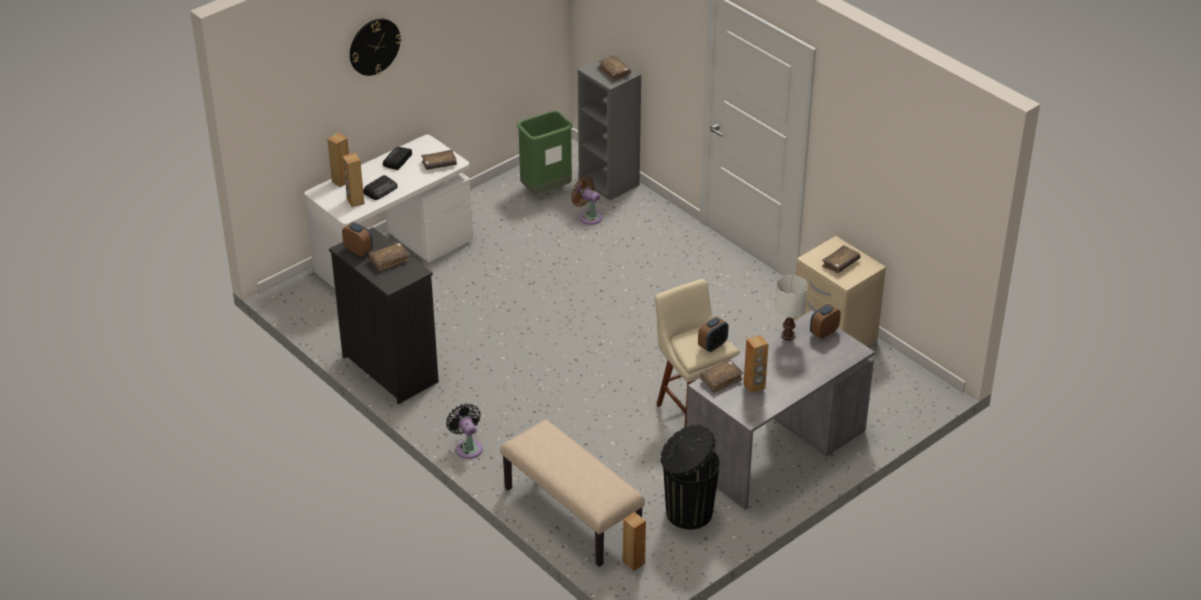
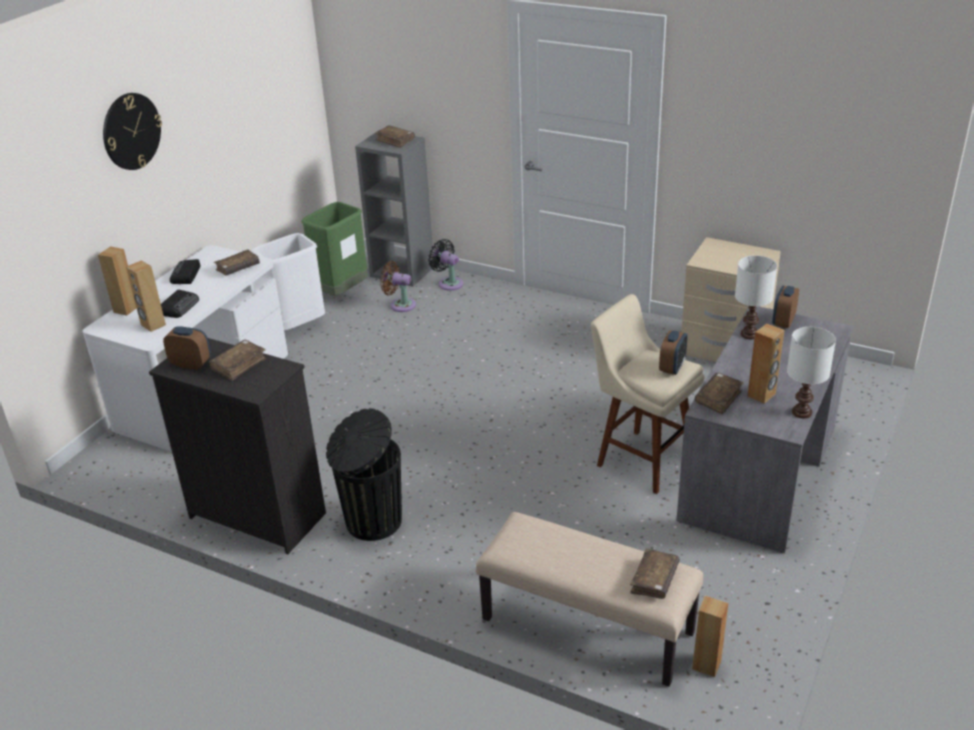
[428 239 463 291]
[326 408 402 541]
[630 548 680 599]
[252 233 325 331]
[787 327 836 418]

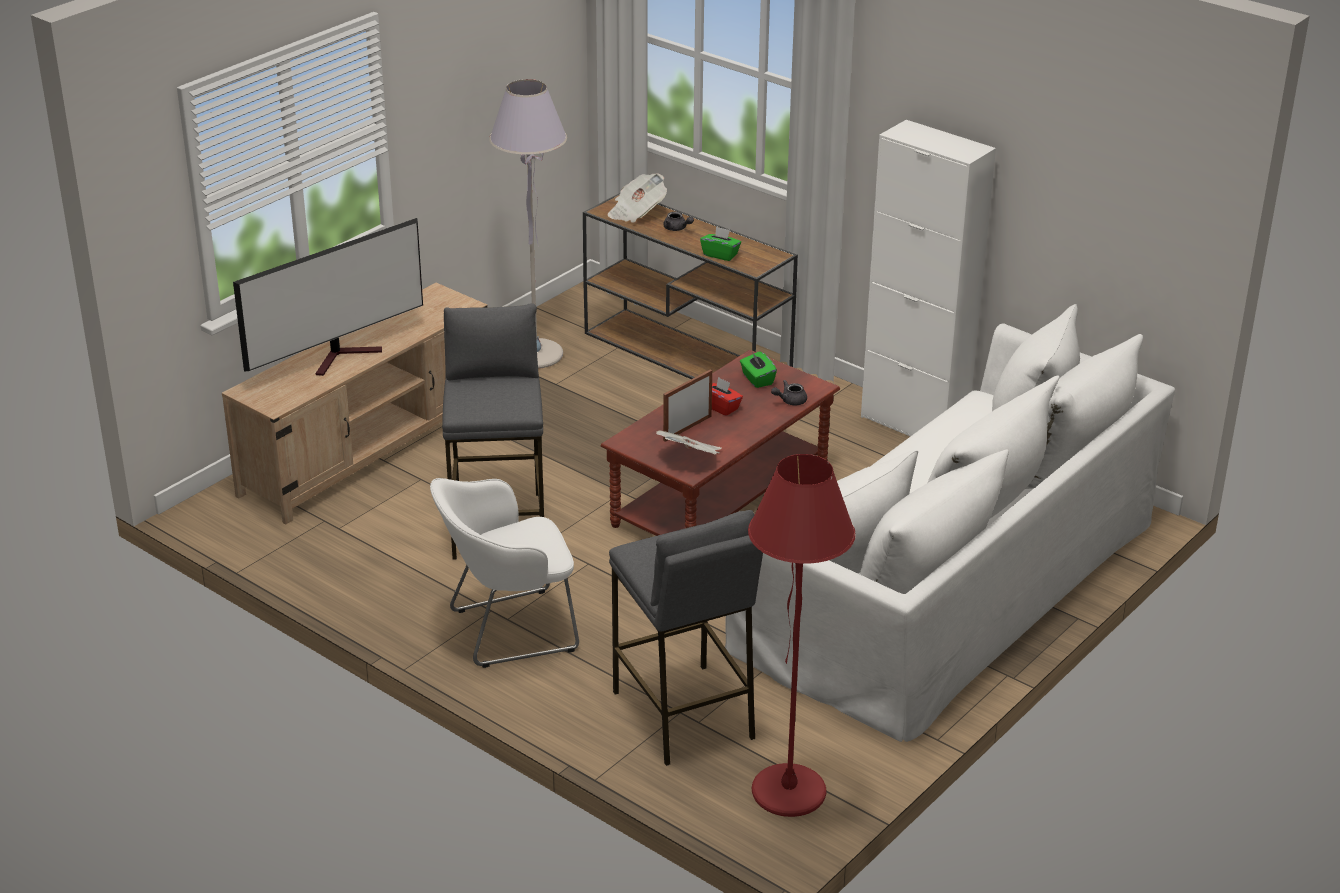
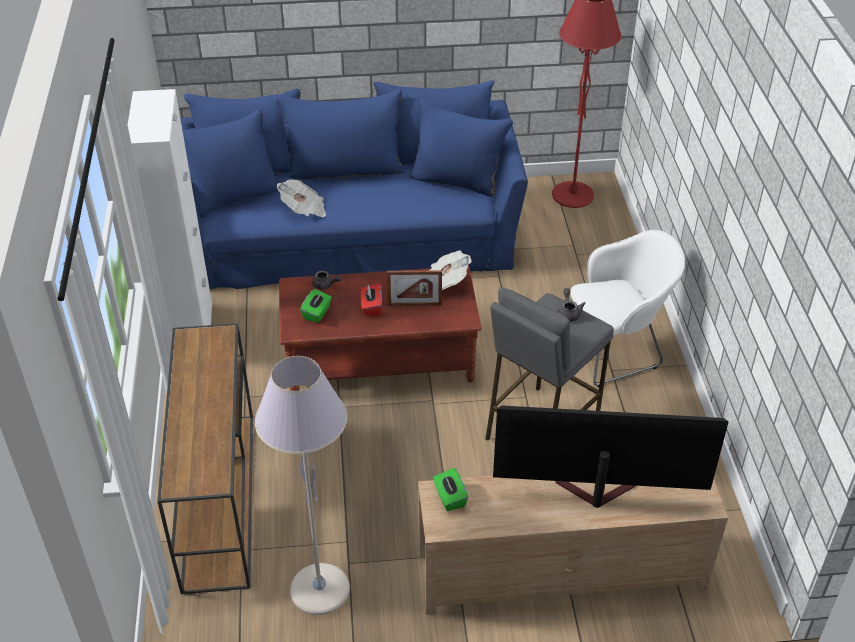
[570 230 685 387]
[277 180 326 217]
[609 510 763 766] (first image)
[558 288 586 322]
[433 468 468 511]
[180 80 528 290]

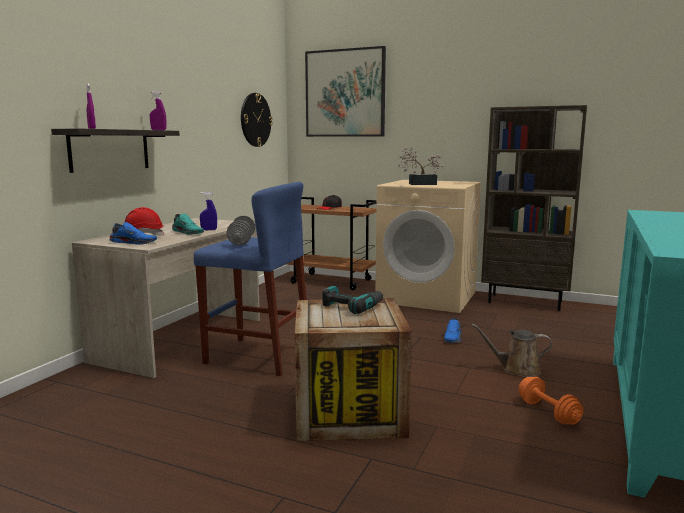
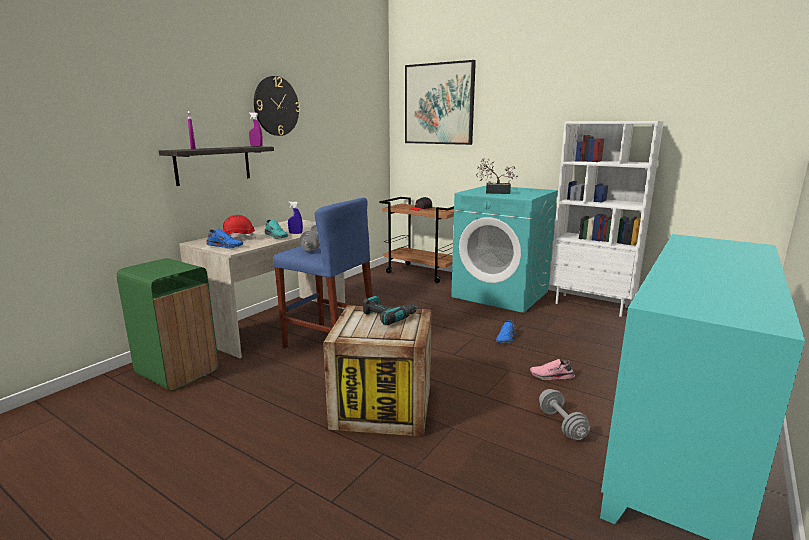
[254 76 300 136]
[451 186 558 313]
[530 359 575 380]
[549 121 664 317]
[539 389 590 440]
[117 258 218 391]

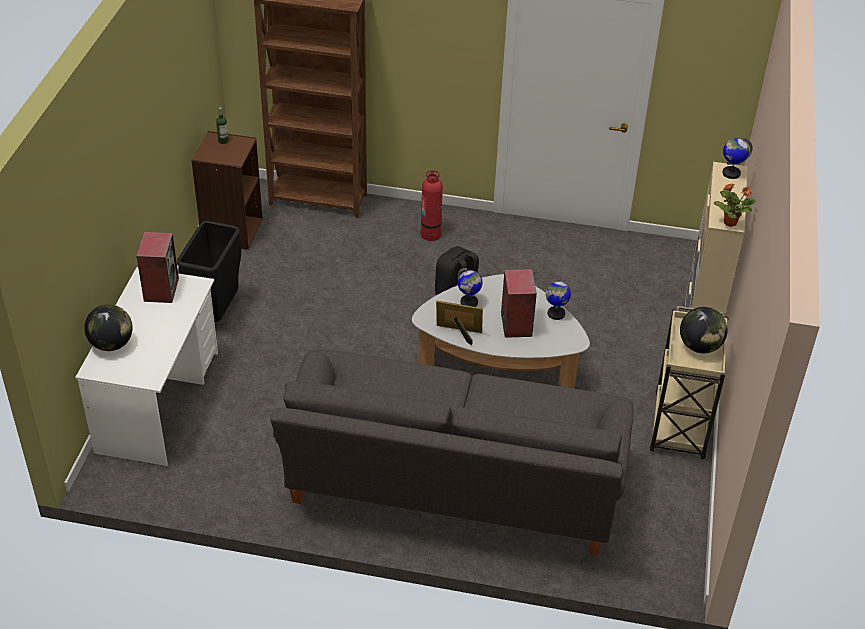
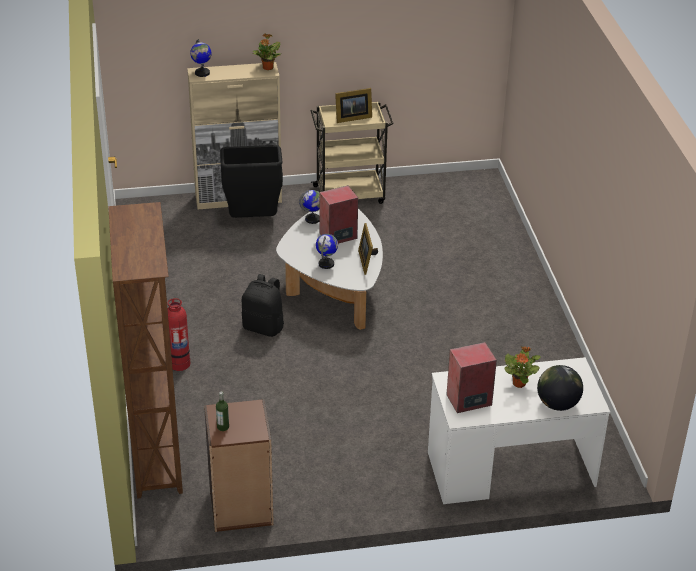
[220 145 283 218]
[270 350 634 556] (first image)
[335 88 372 123]
[504 346 541 388]

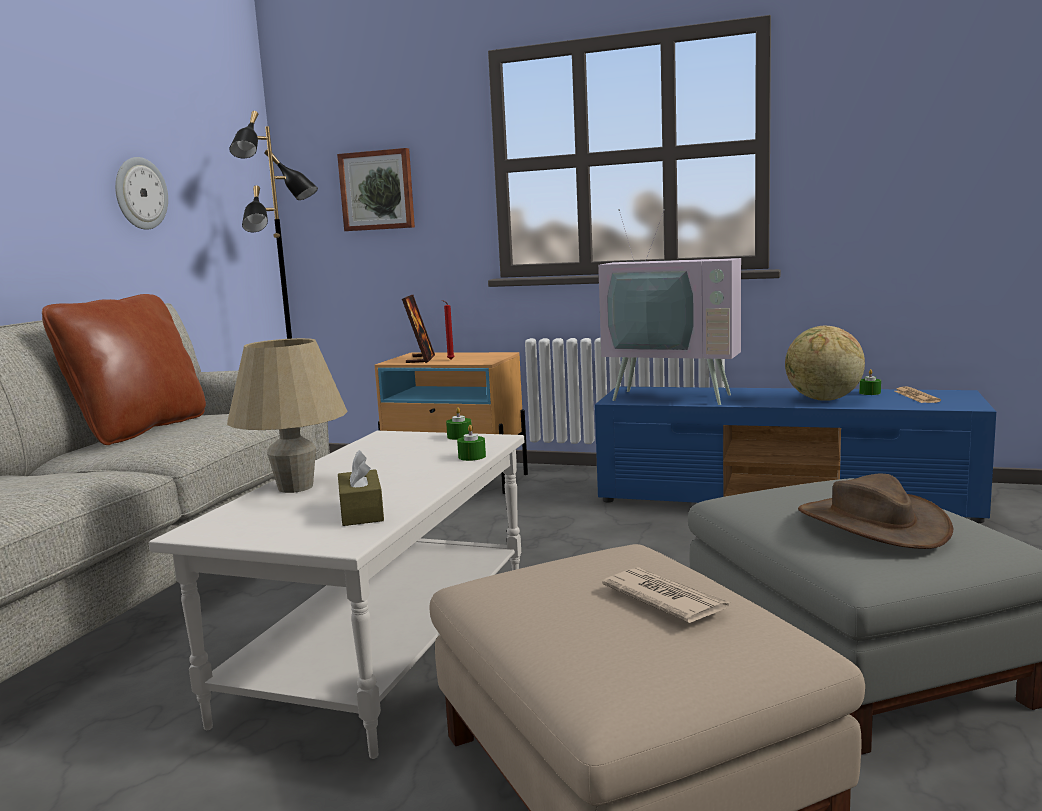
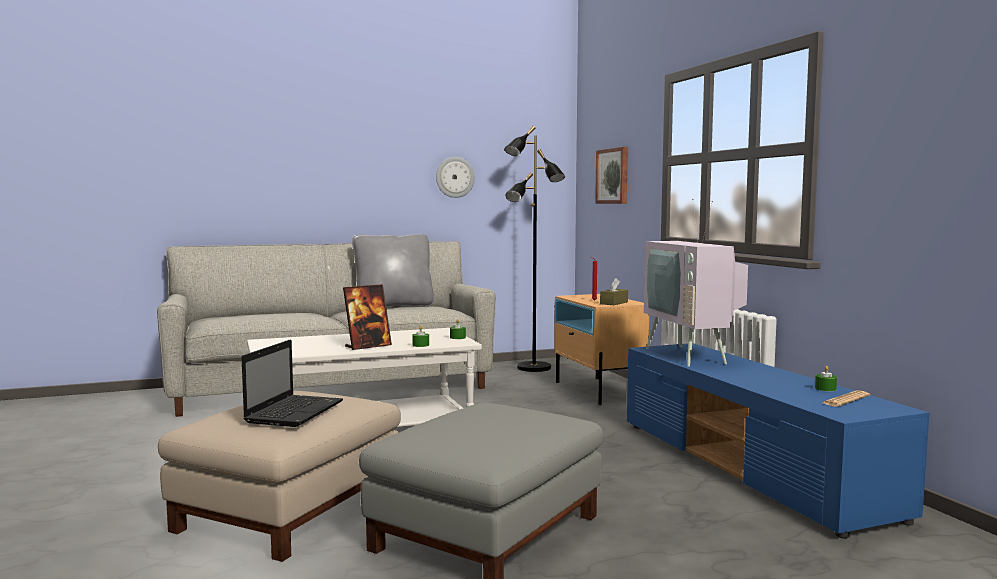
[352 234 434 308]
[227 338 348 493] (first image)
[600 278 628 305]
[343 284 392 350]
[242 340 343 427]
[785 326 865 401] (first image)
[798 474 953 549] (first image)

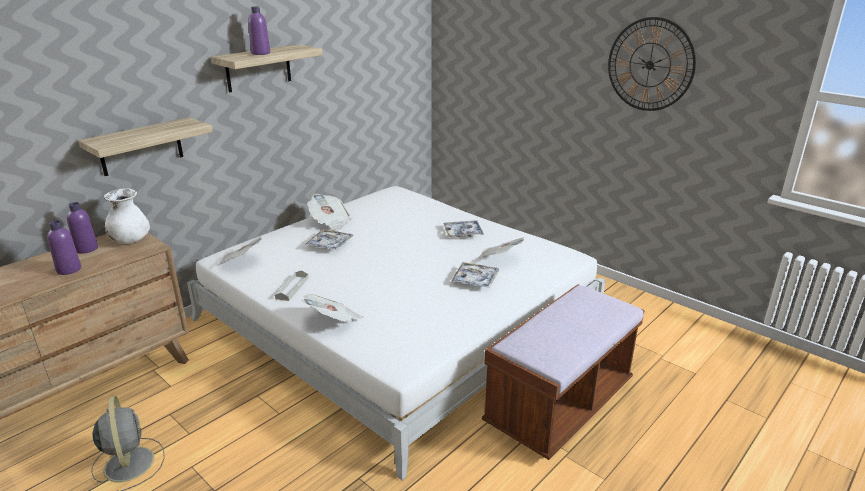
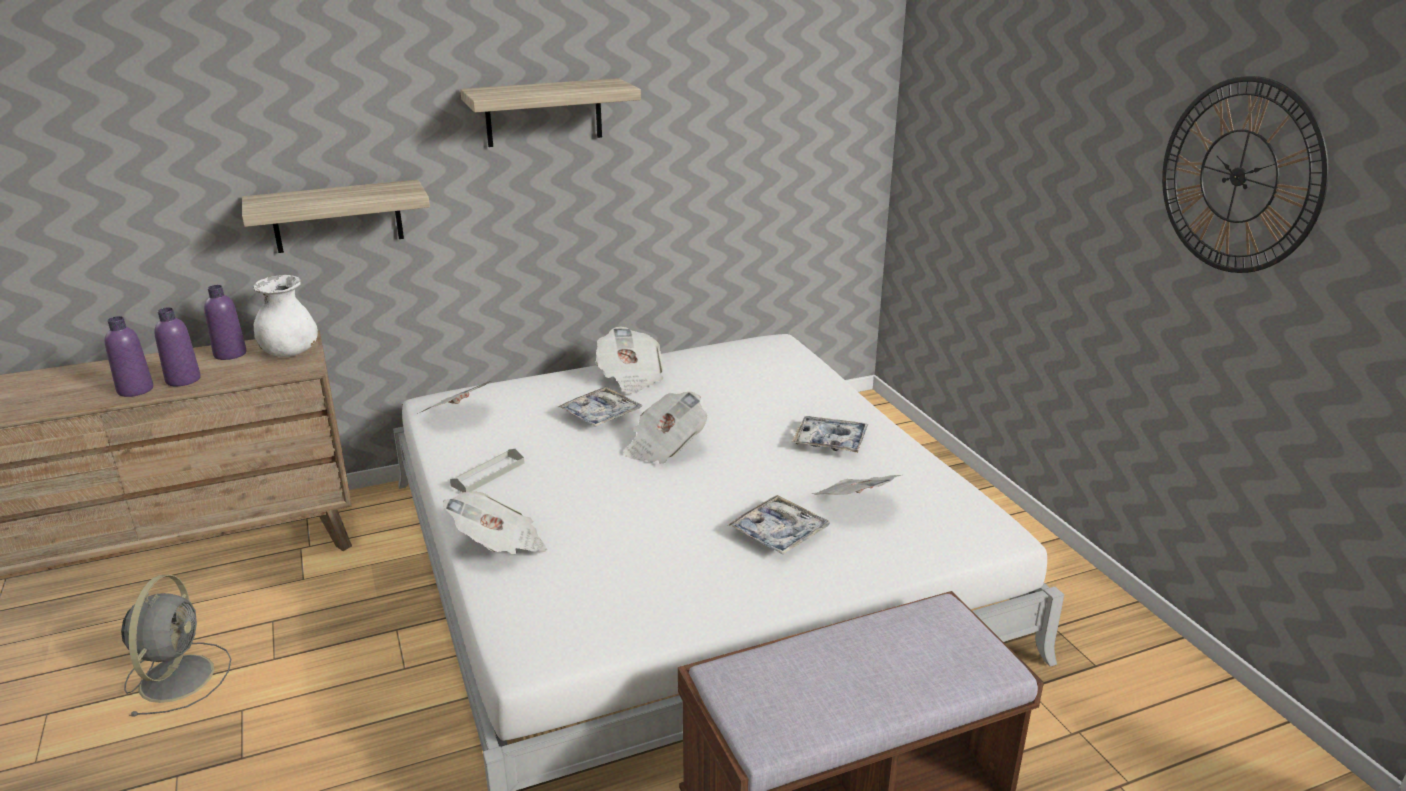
[104 316 153 397]
[624 392 707 464]

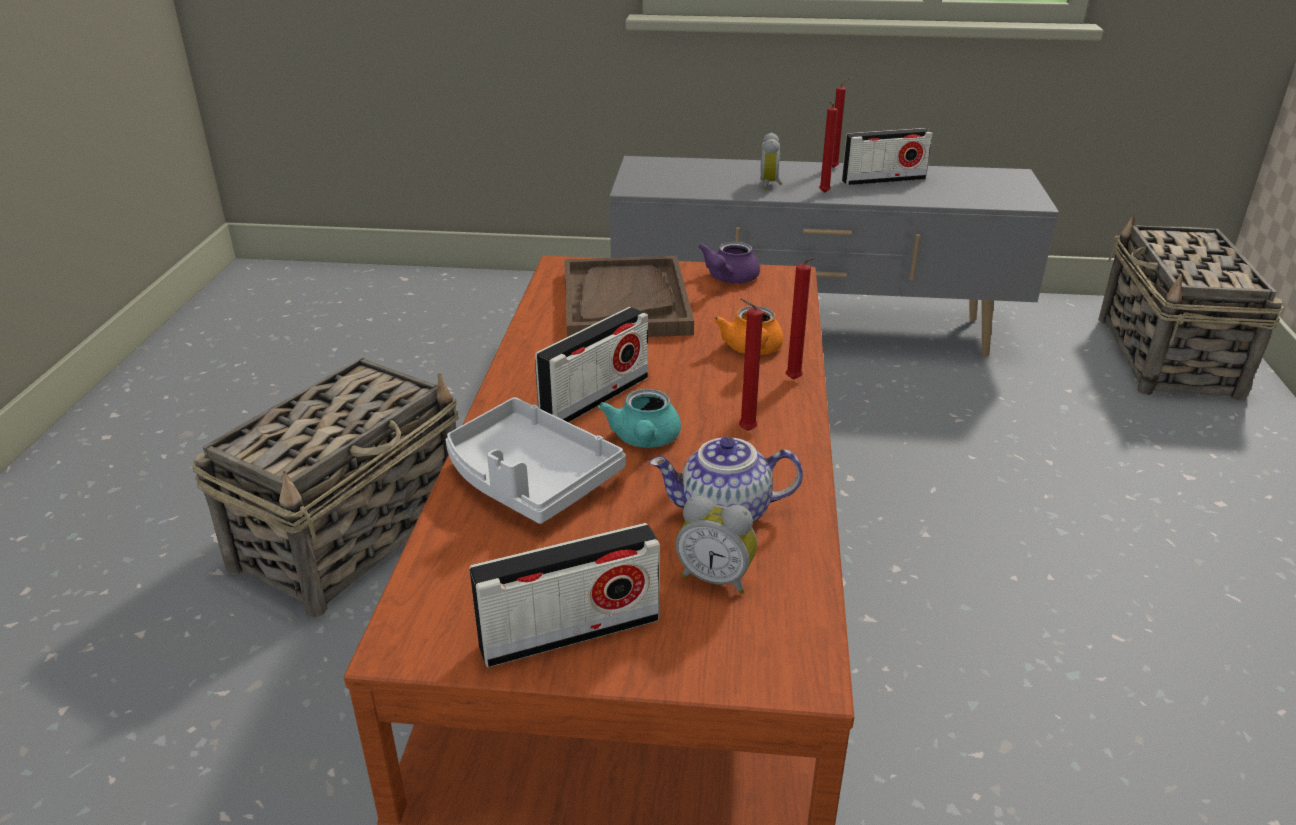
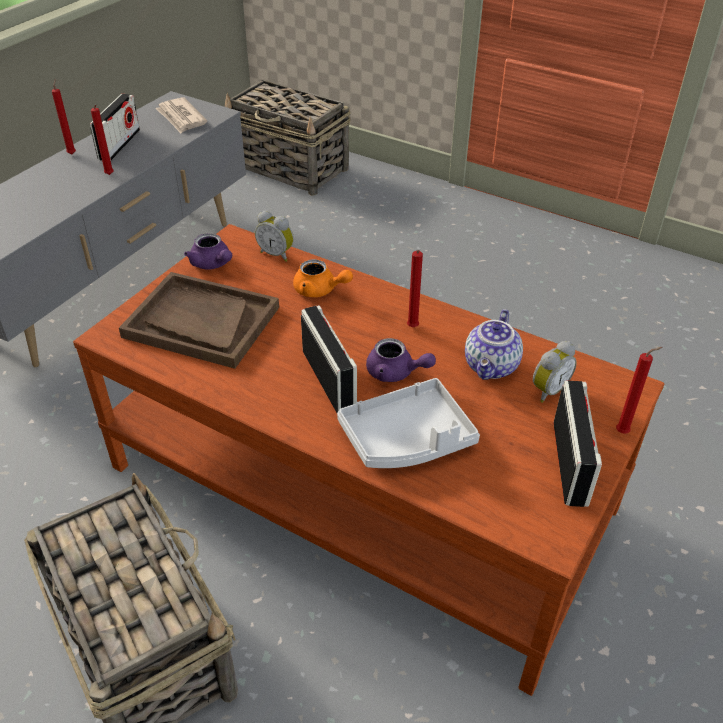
[366 338 436 382]
[255 211 294 262]
[616 347 662 434]
[155 97 207 133]

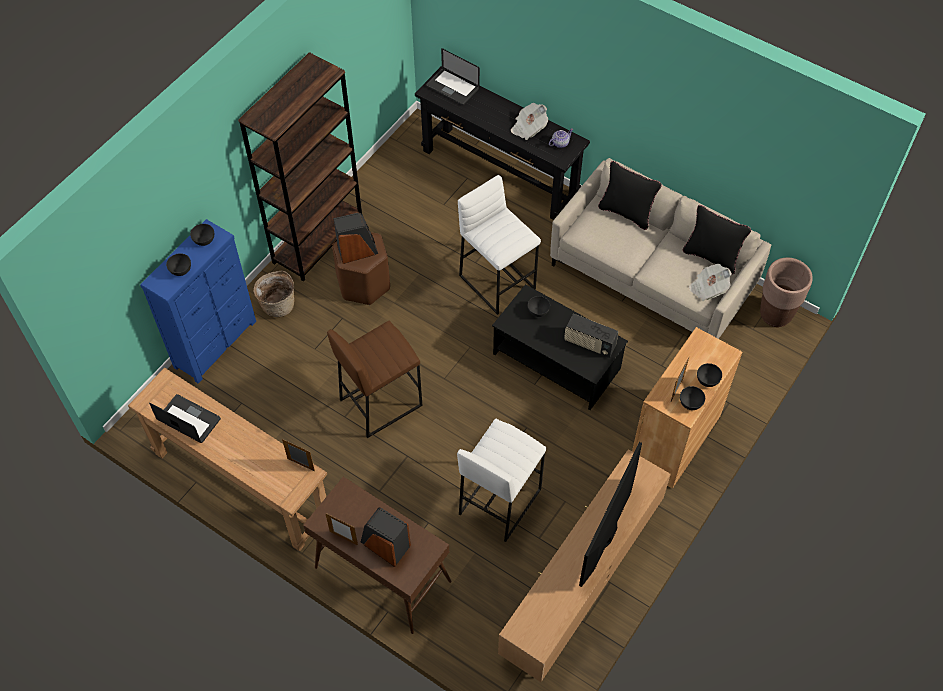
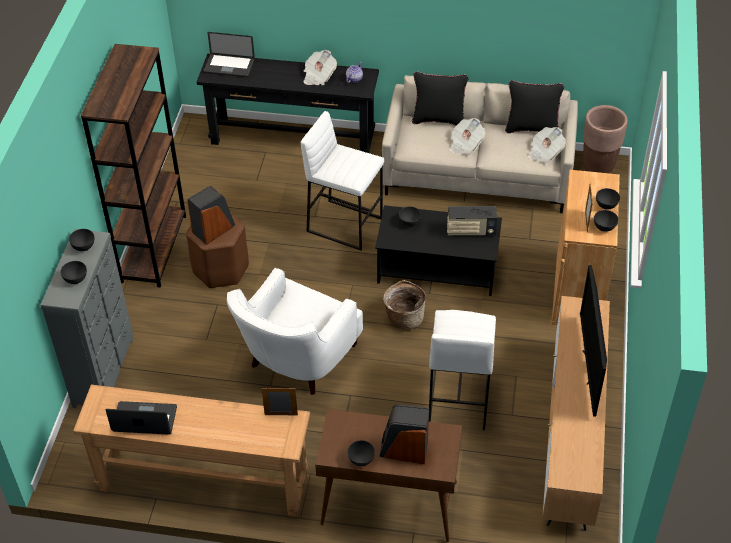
[40 229 134 408]
[383 280 426 329]
[347 440 375 466]
[227 268 363 395]
[450 118 486 155]

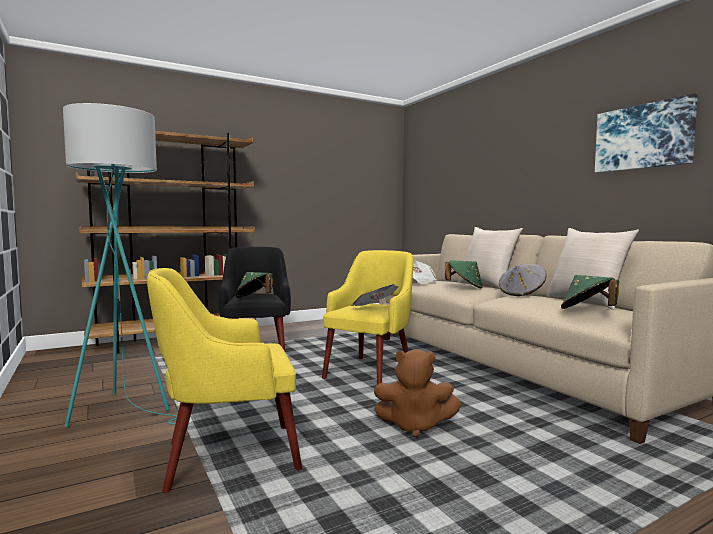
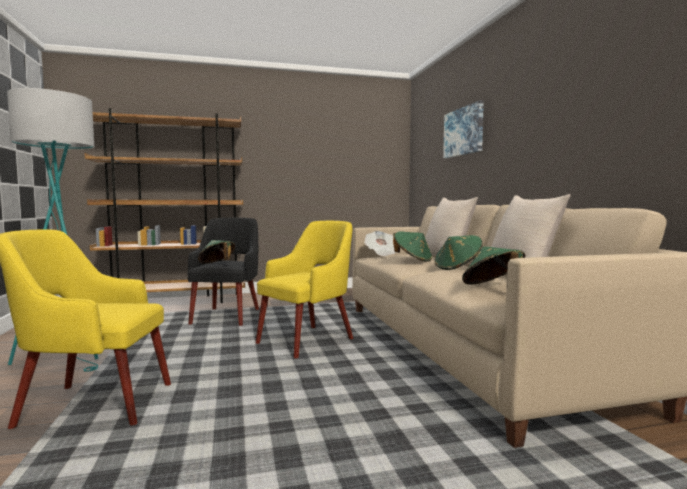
[351 284 399 306] (first image)
[374 349 461 437] (first image)
[435 235 482 270]
[443 100 484 158]

